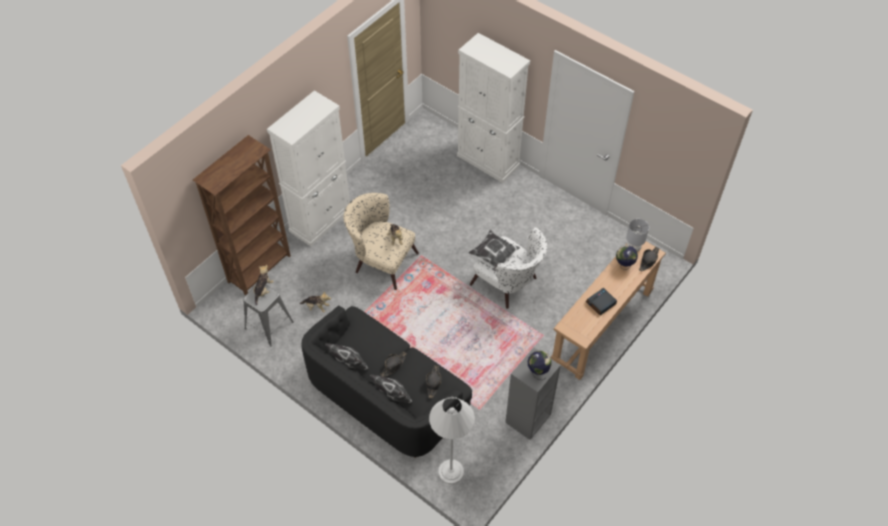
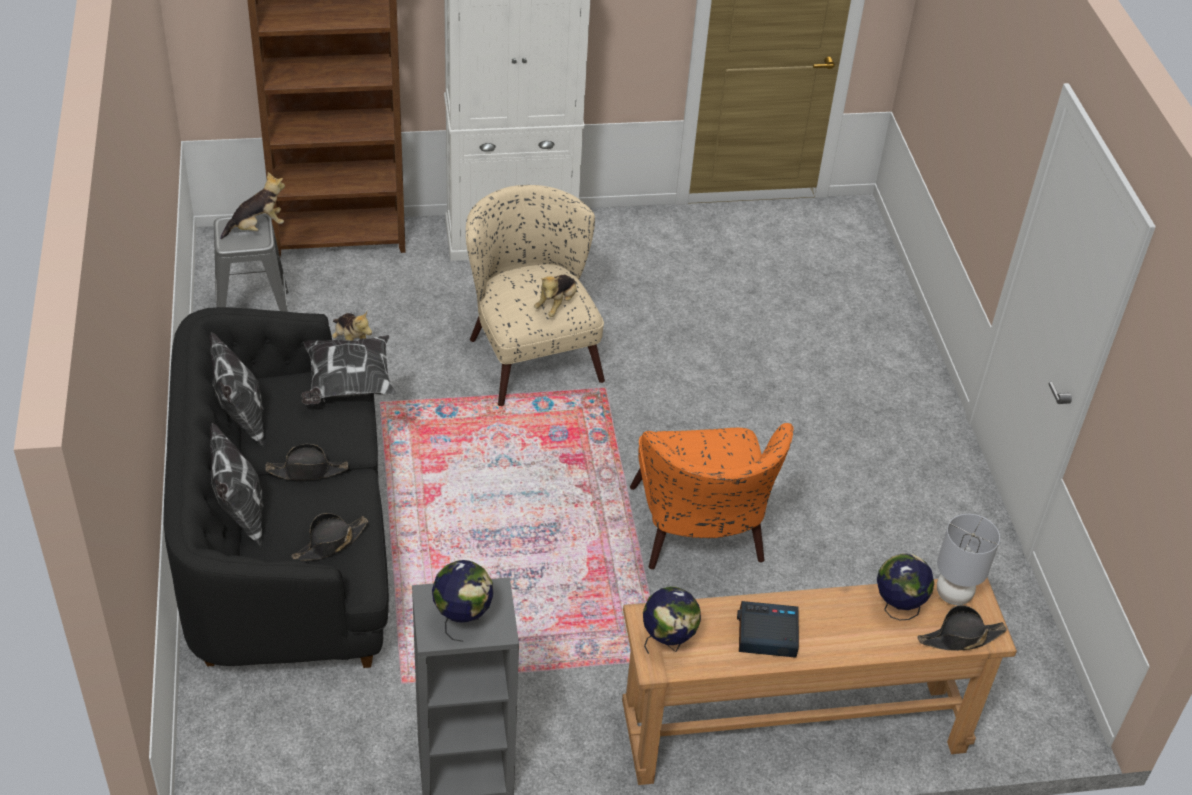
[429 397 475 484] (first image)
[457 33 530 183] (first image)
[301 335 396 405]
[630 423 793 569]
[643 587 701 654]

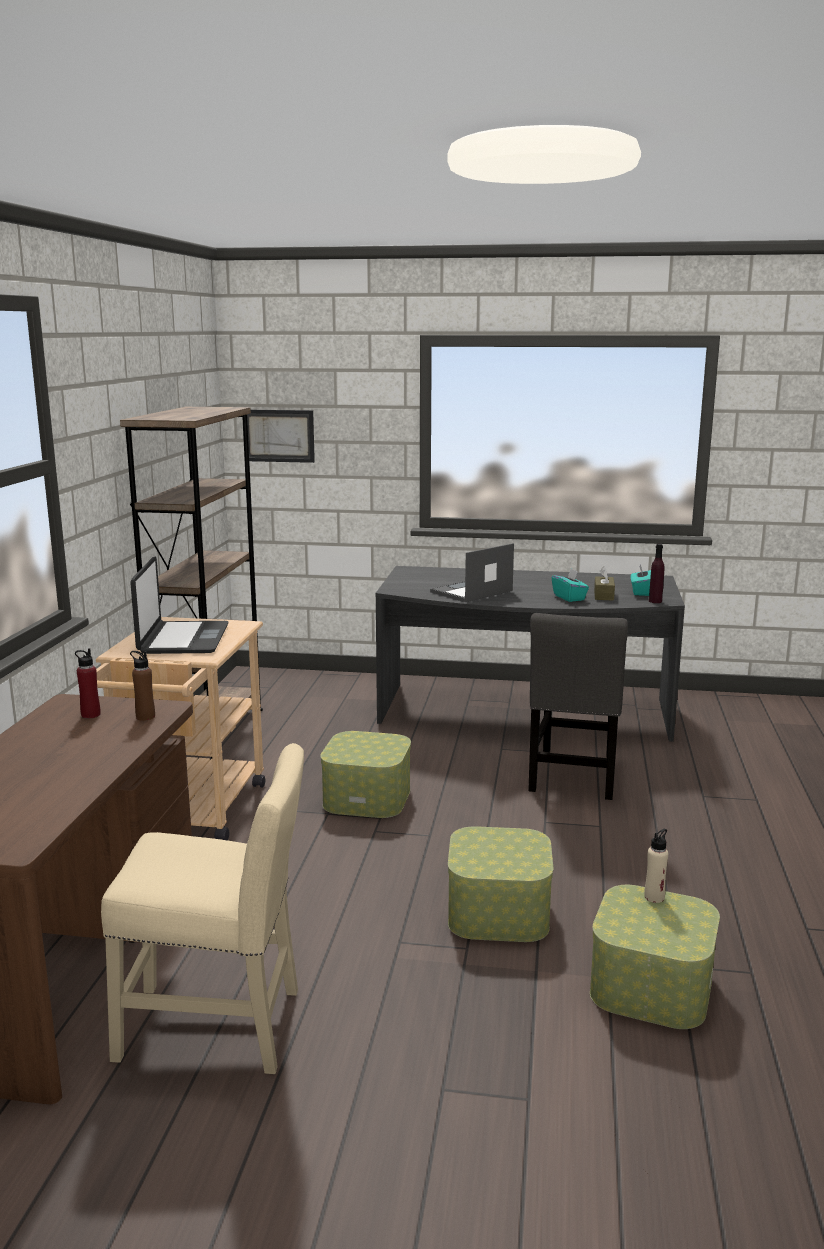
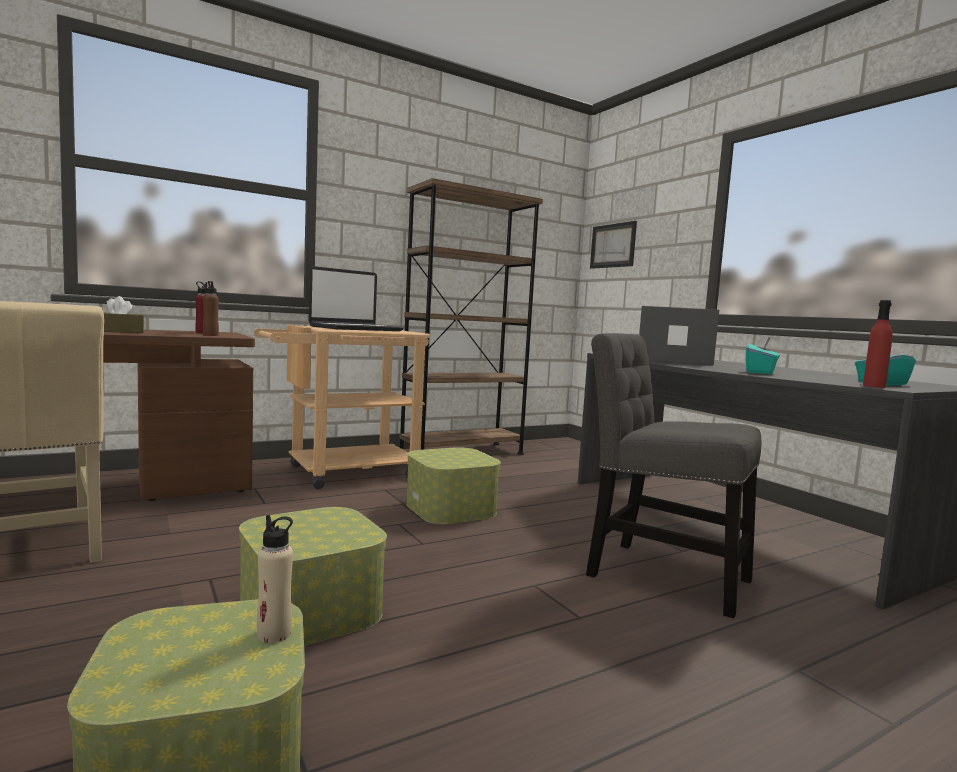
[586 333 761 618]
[104 296 144 333]
[863 300 893 388]

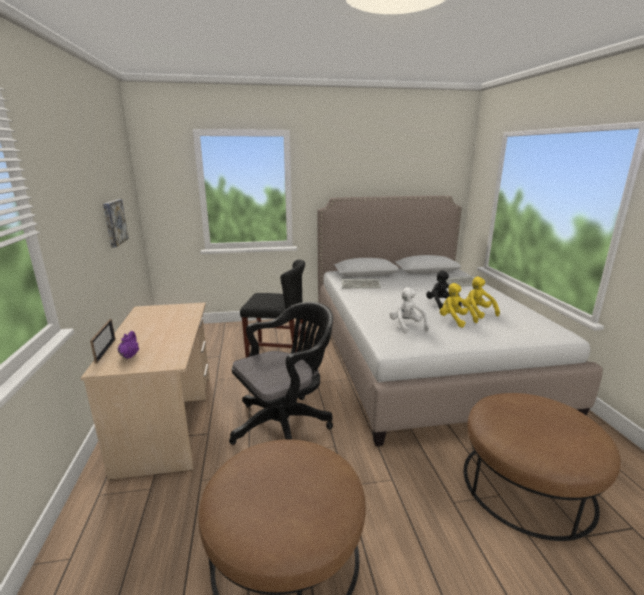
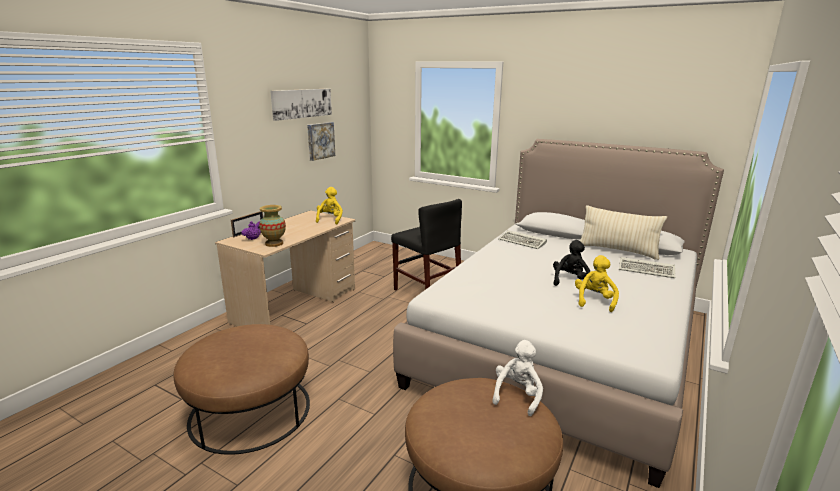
[229 302 333 445] (first image)
[492 340 543 416]
[316 187 343 224]
[259 205 286 247]
[270 89 332 121]
[580 205 667 260]

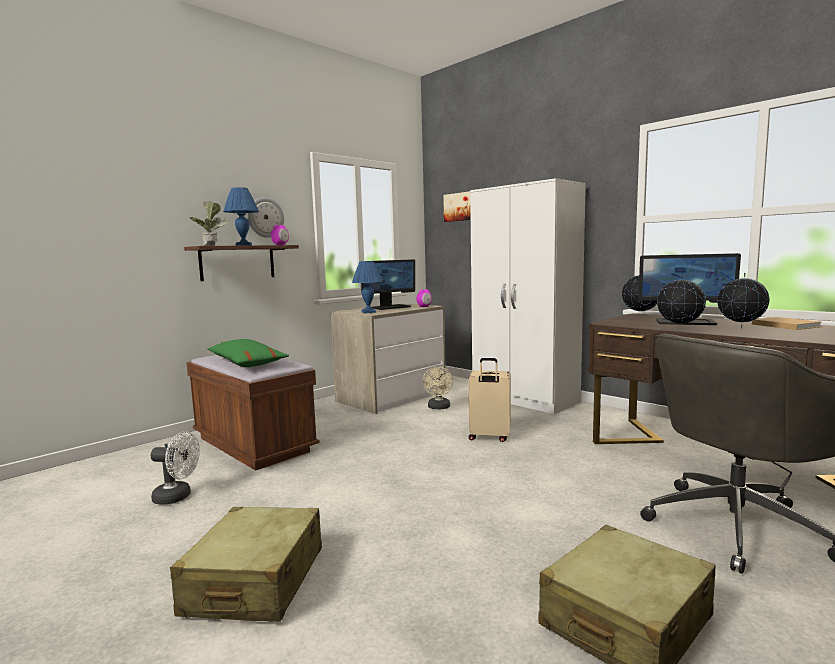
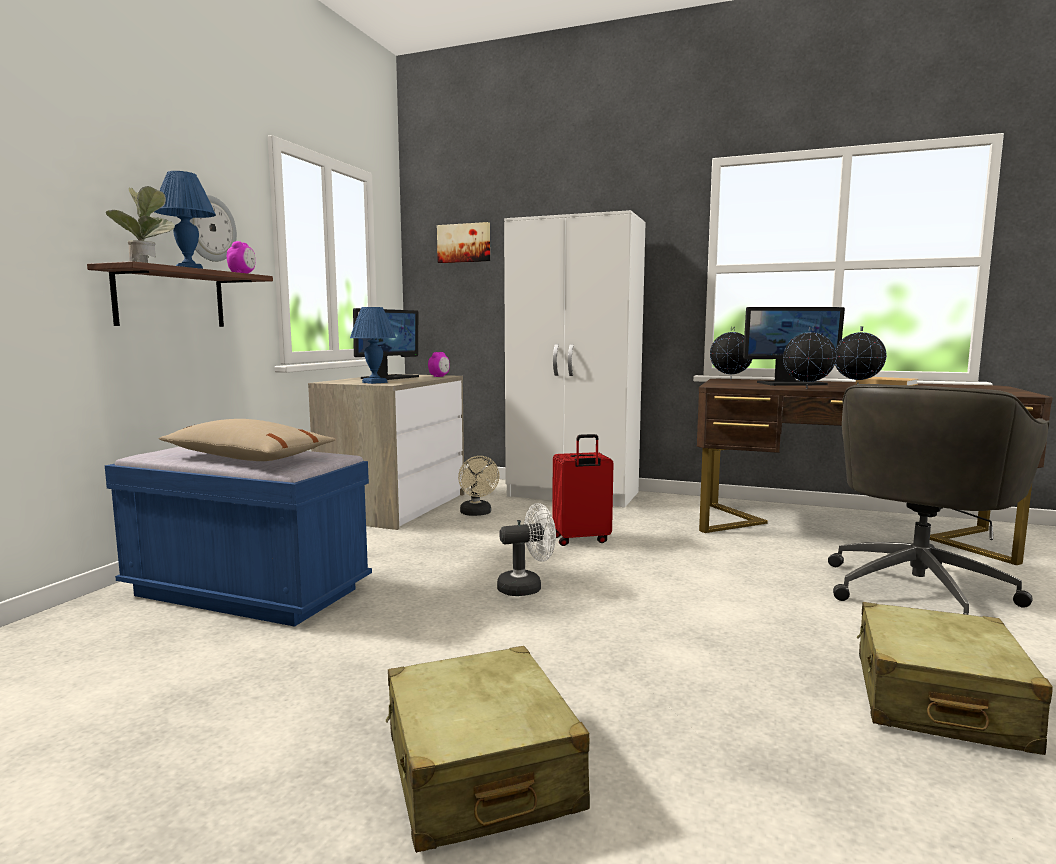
[497 503 556 596]
[105 447 372 627]
[158 419 335 461]
[552 434 613 546]

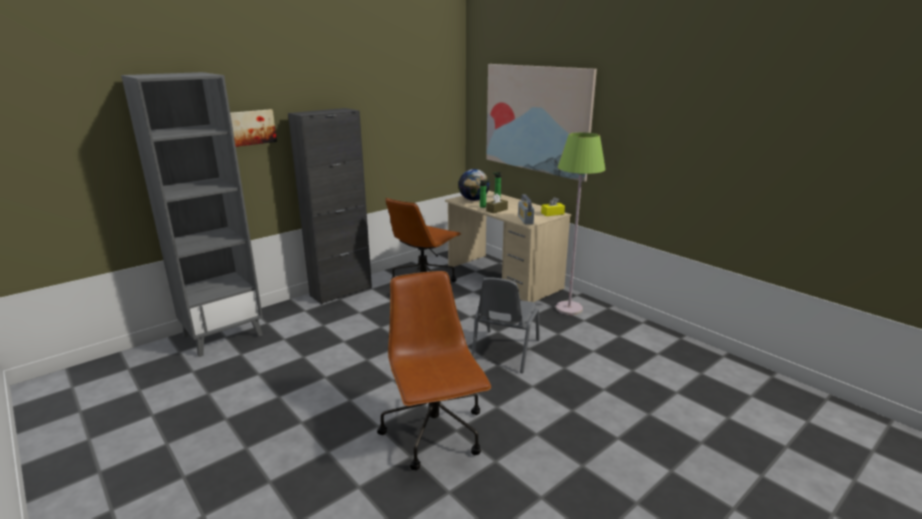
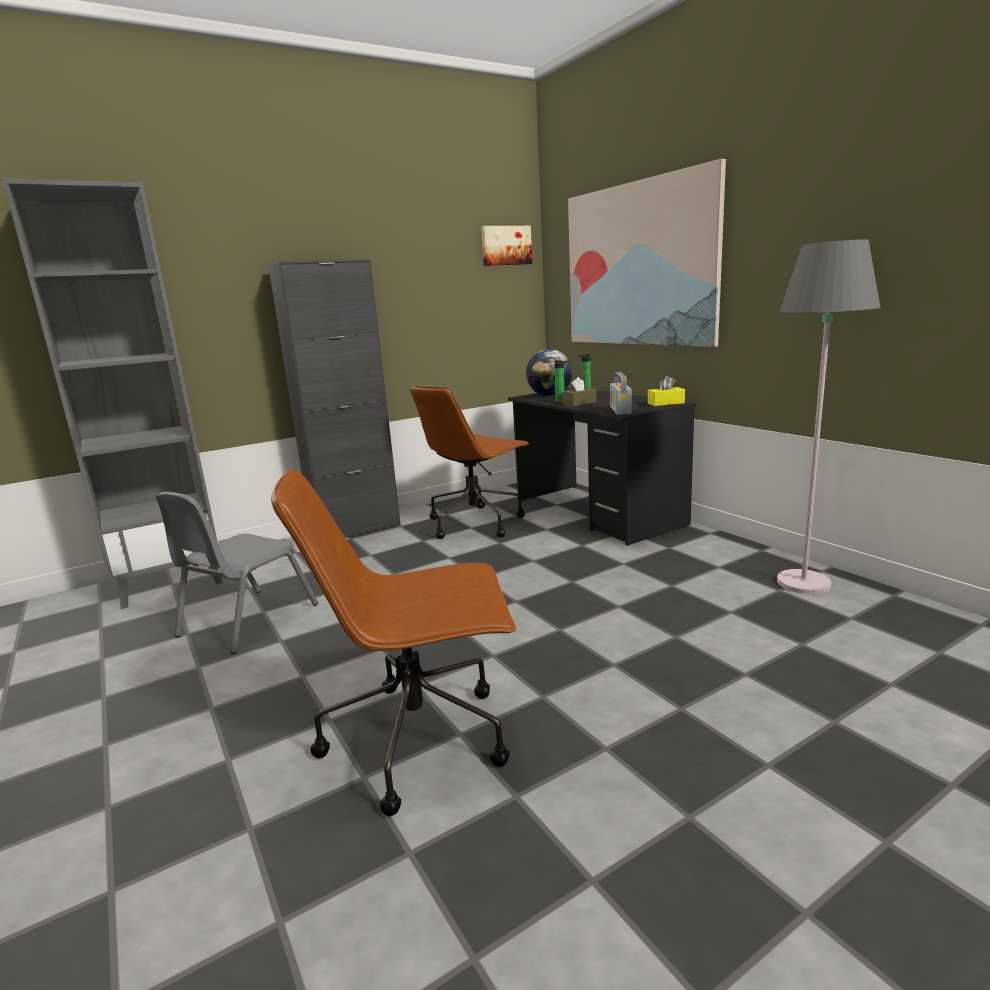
[481 226 532 266]
[271 469 516 816]
[508 387 696 546]
[156 492 318 654]
[556 132 606 315] (first image)
[777 239 881 594]

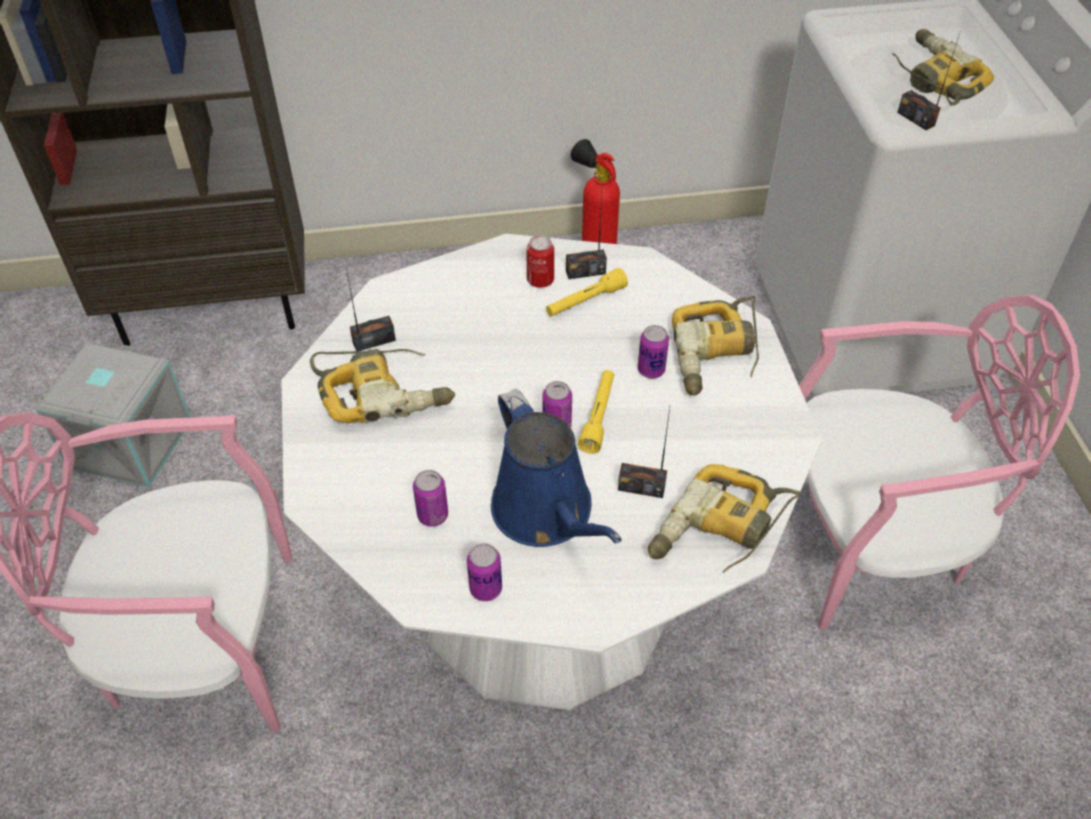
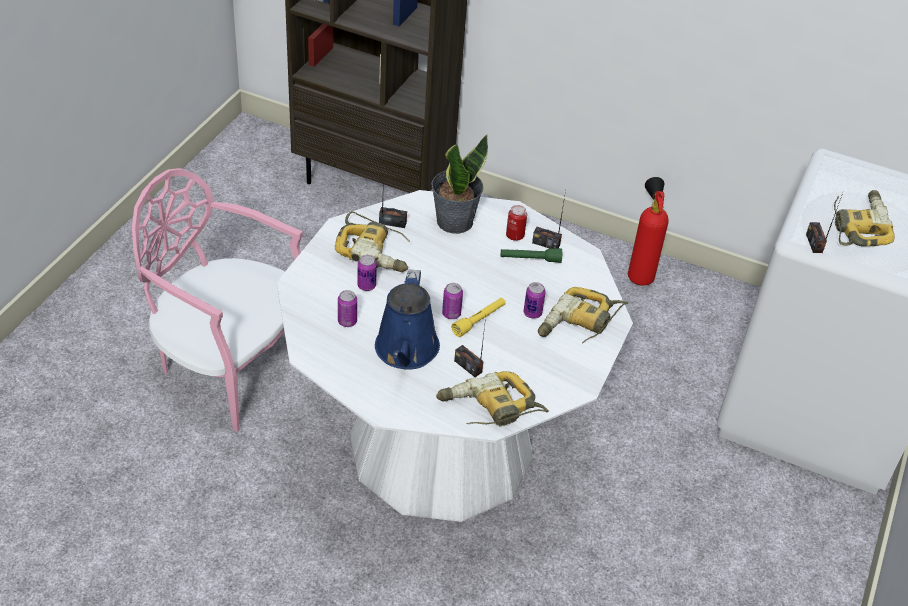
[35 343 191 488] (first image)
[357 255 377 291]
[501 248 562 263]
[799 295 1080 630] (first image)
[431 134 488 234]

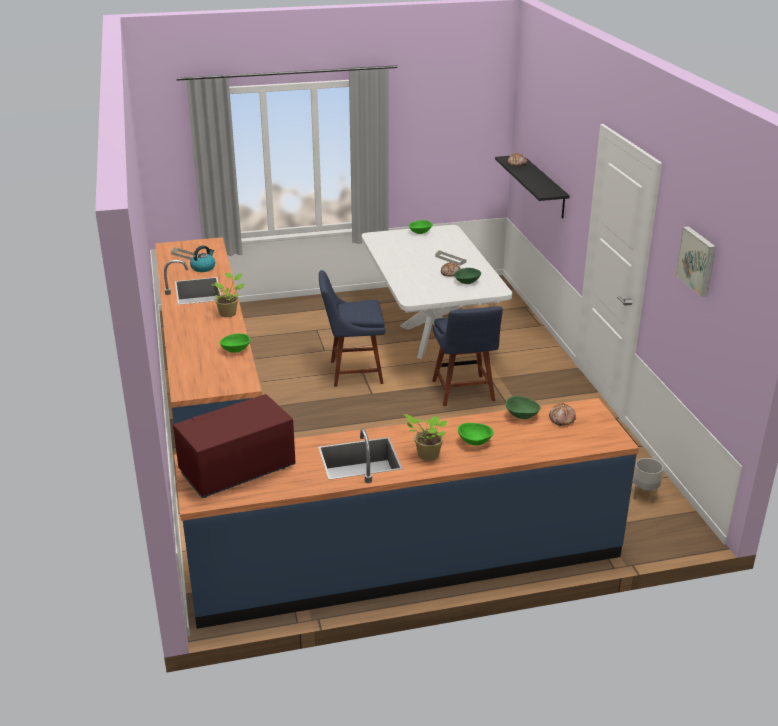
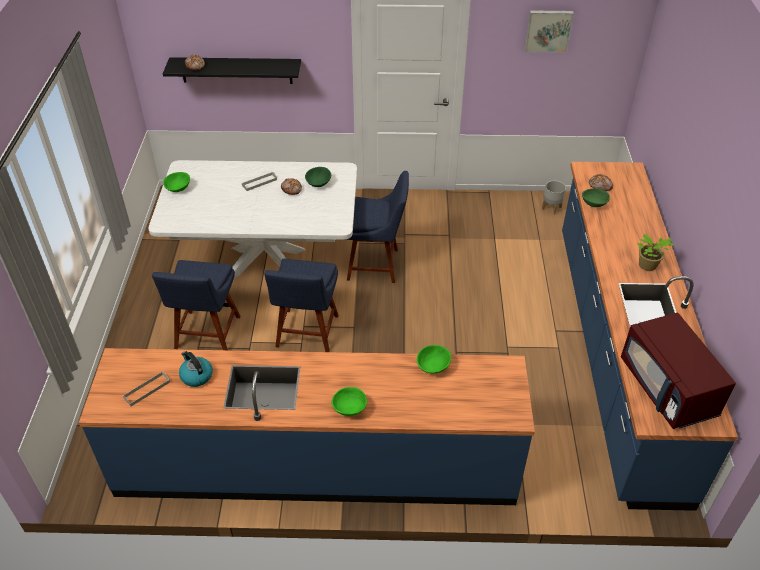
[213 272 245 317] (first image)
[331 387 367 416]
[152 260 241 350]

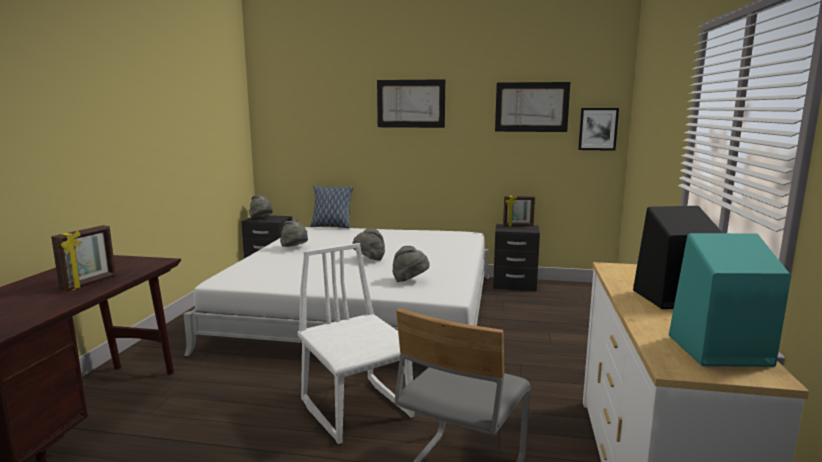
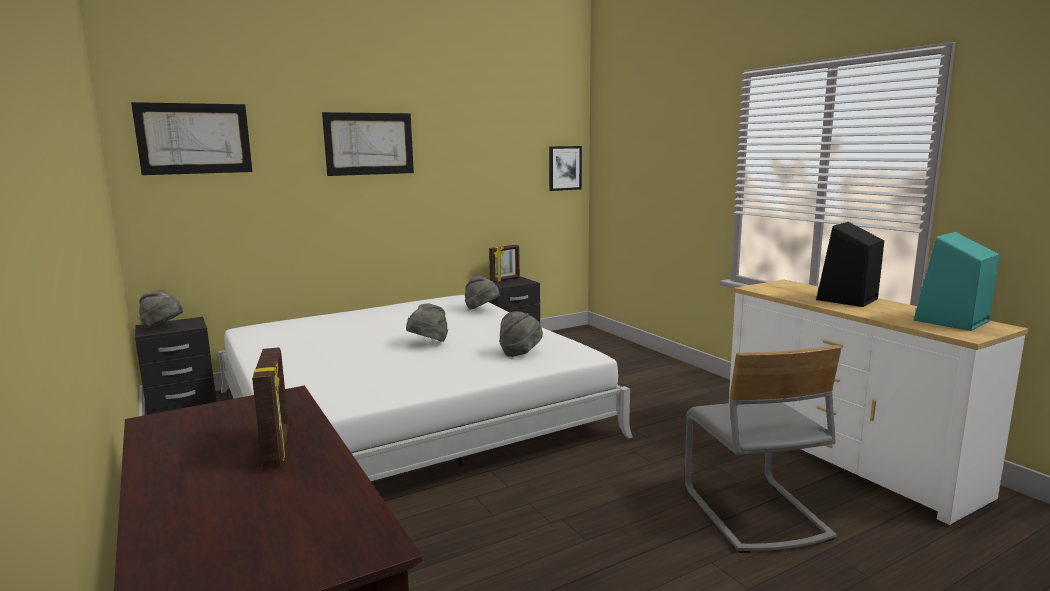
[465 276 500 310]
[298 243 415 444] (first image)
[310 185 353 229] (first image)
[131 102 252 175]

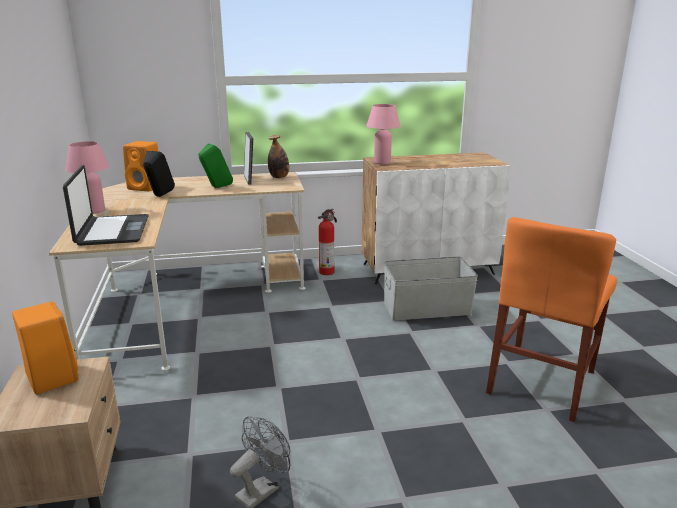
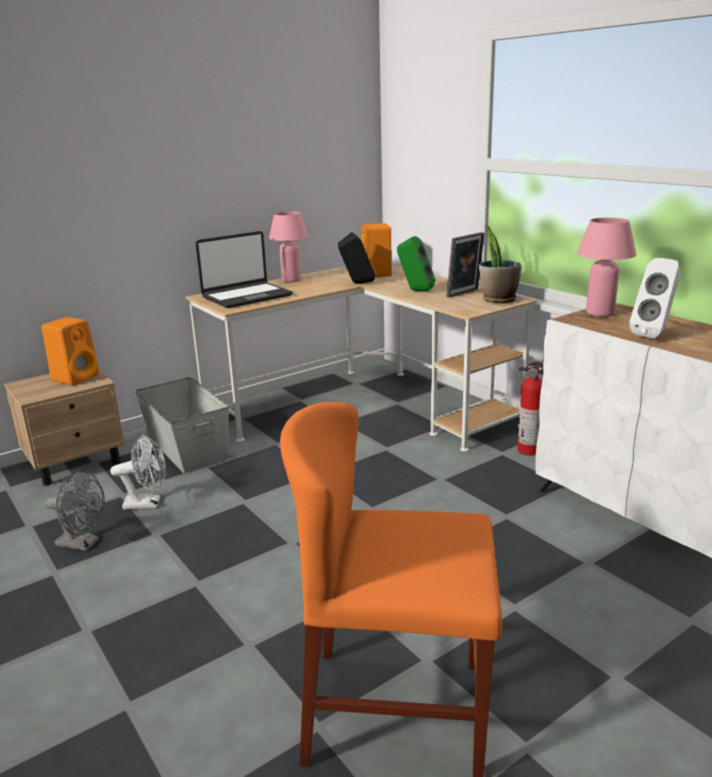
[479 226 521 303]
[135 377 230 473]
[110 435 166 510]
[629 258 681 338]

